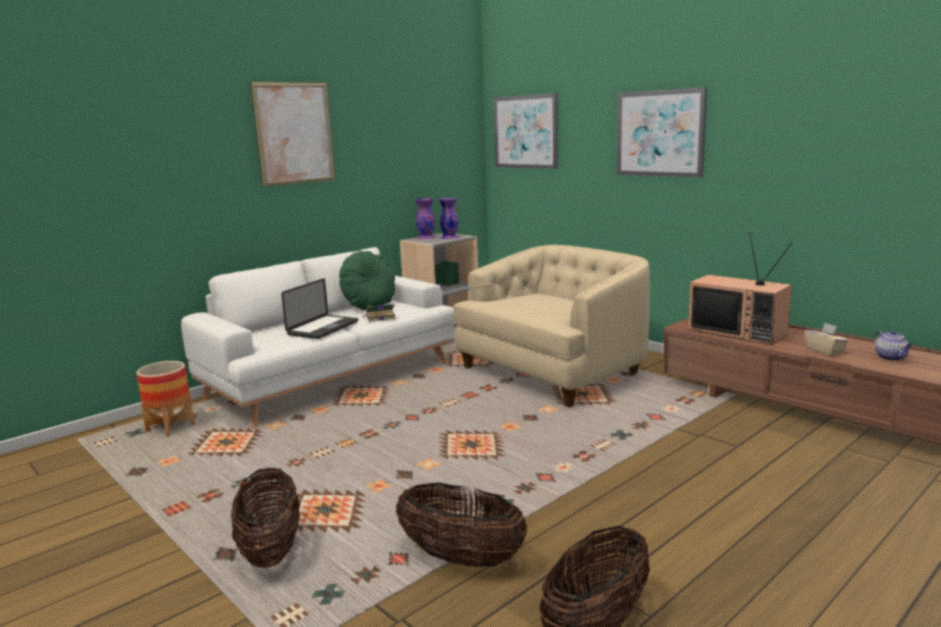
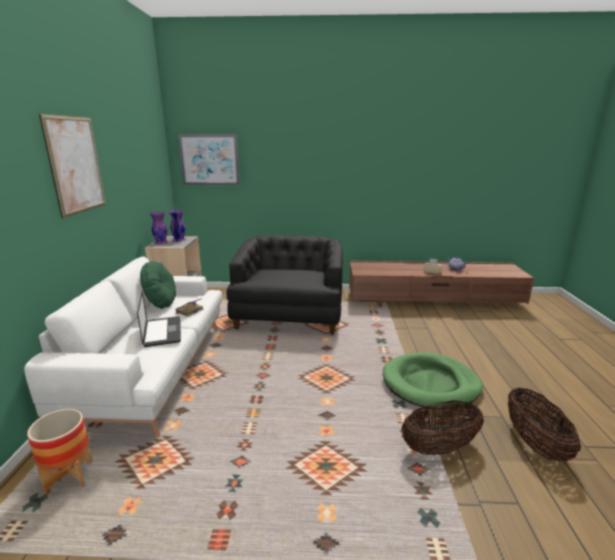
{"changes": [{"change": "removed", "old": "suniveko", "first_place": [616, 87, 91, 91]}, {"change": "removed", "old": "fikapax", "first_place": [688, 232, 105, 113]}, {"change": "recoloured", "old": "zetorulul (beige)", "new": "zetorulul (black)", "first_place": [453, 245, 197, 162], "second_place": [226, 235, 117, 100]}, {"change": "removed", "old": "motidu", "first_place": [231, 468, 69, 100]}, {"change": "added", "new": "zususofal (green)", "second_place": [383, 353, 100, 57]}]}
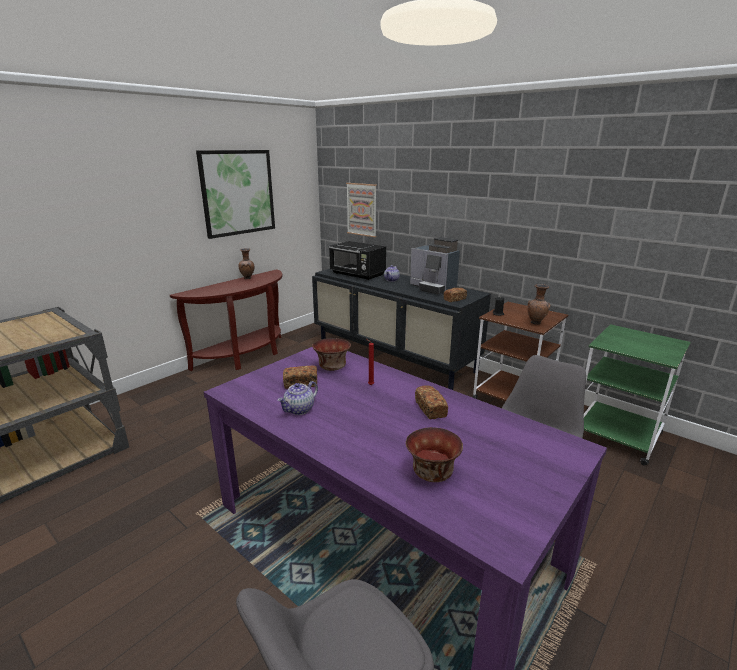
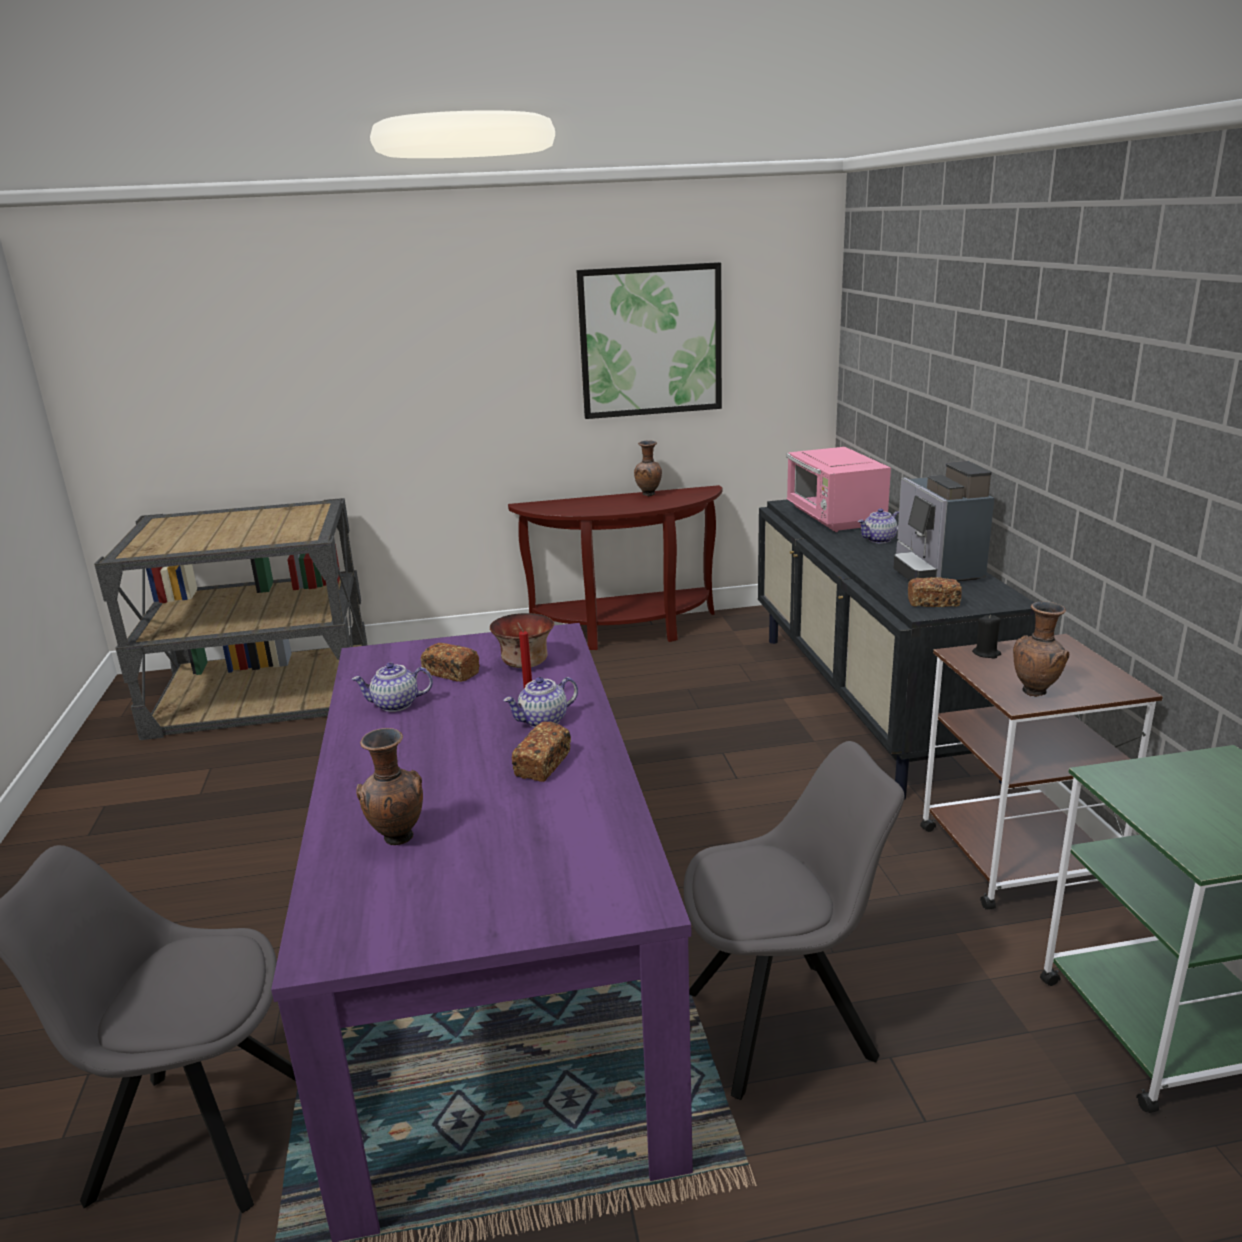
{"changes": [{"change": "removed", "old": "suniveko", "first_place": [346, 183, 31, 54]}, {"change": "recoloured", "old": "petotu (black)", "new": "petotu (pink)", "first_place": [329, 241, 57, 39], "second_place": [786, 447, 105, 85]}, {"change": "replaced", "old": "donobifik", "new": "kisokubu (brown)", "first_place": [406, 427, 57, 55], "second_place": [356, 728, 67, 117]}, {"change": "added", "new": "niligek", "second_place": [504, 677, 74, 50]}]}
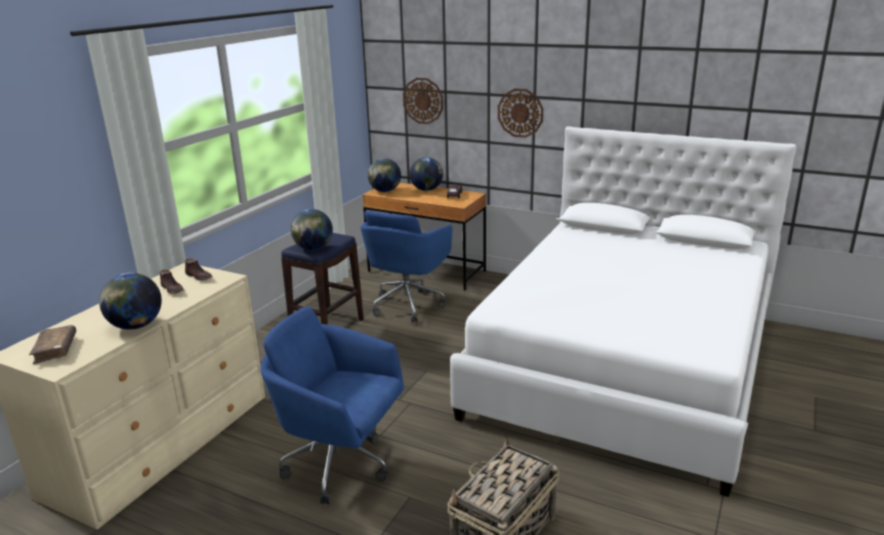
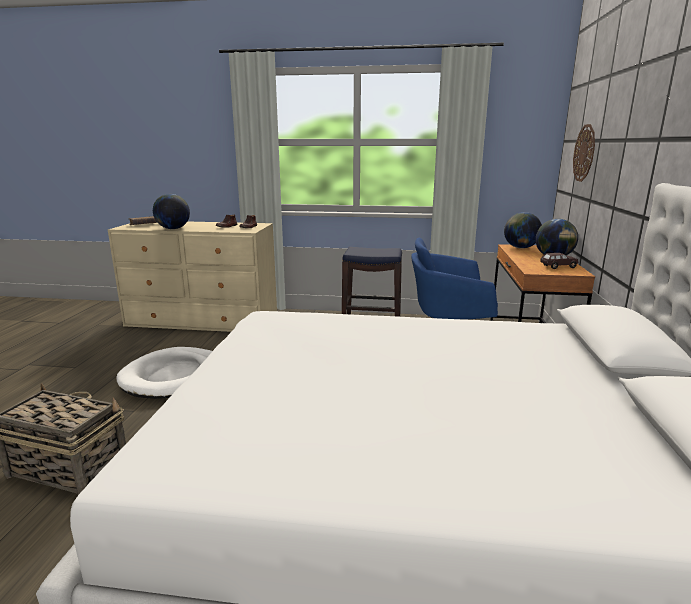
{"changes": [{"change": "removed", "old": "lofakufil", "first_place": [498, 89, 45, 49]}, {"change": "removed", "old": "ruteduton", "first_place": [291, 209, 42, 41]}, {"change": "replaced", "old": "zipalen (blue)", "new": "zususofal (white)", "first_place": [260, 307, 144, 197], "second_place": [116, 347, 96, 52]}]}
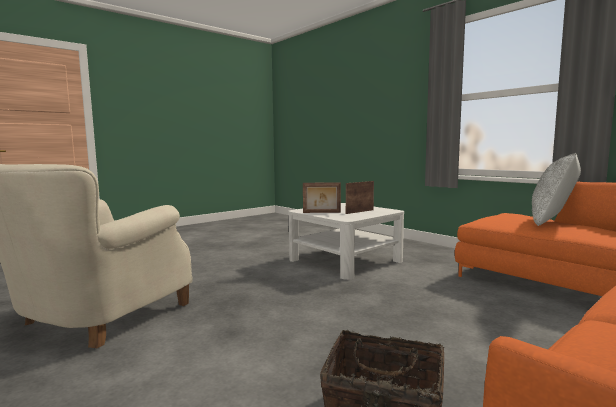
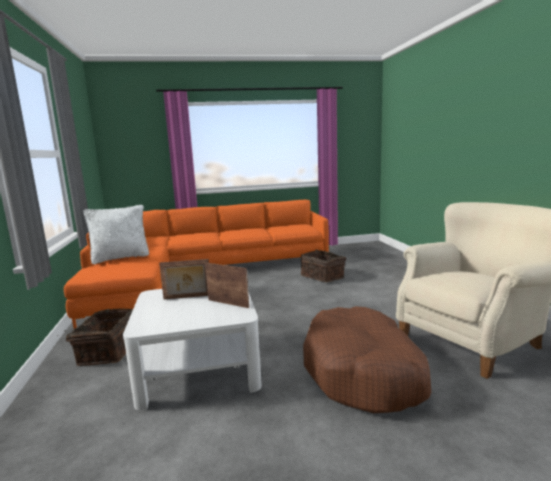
{"changes": [{"change": "added", "new": "zususofal (brown)", "second_place": [303, 306, 129, 107]}, {"change": "added", "new": "motidu", "second_place": [57, 308, 76, 58]}]}
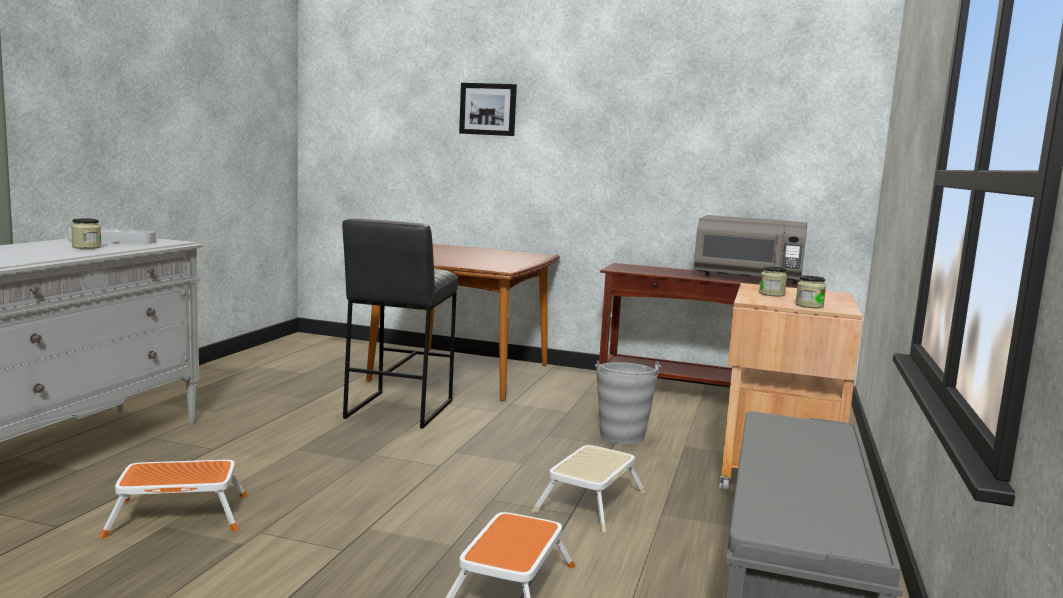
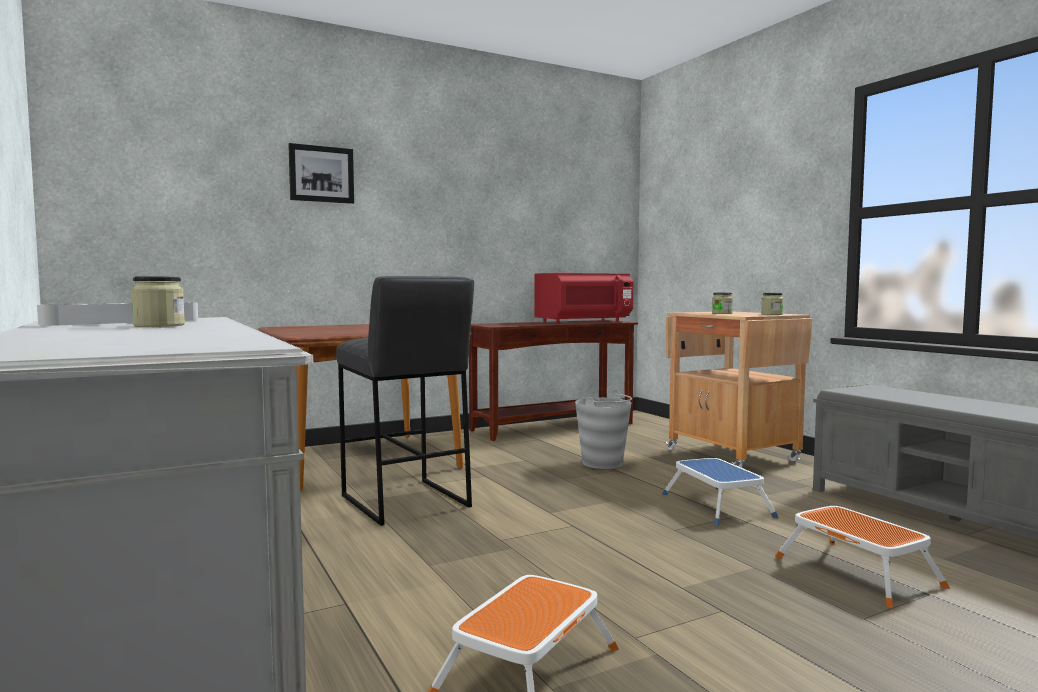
{"changes": [{"change": "recoloured", "old": "petotu (grey)", "new": "petotu (red)", "first_place": [694, 215, 113, 69], "second_place": [534, 273, 99, 50]}, {"change": "recoloured", "old": "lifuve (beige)", "new": "lifuve (blue)", "first_place": [532, 445, 114, 88], "second_place": [662, 458, 117, 68]}]}
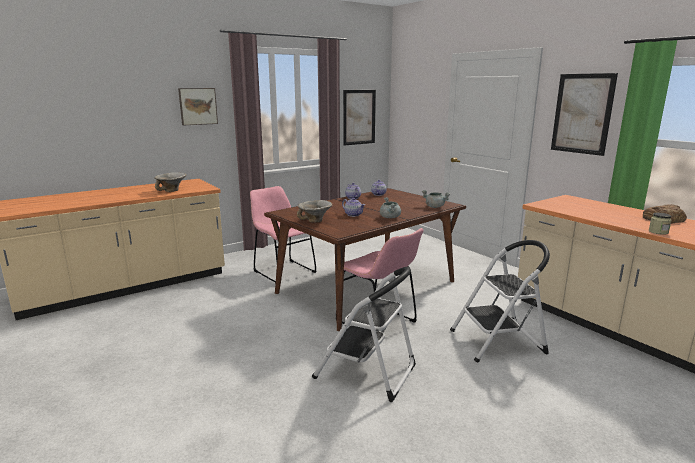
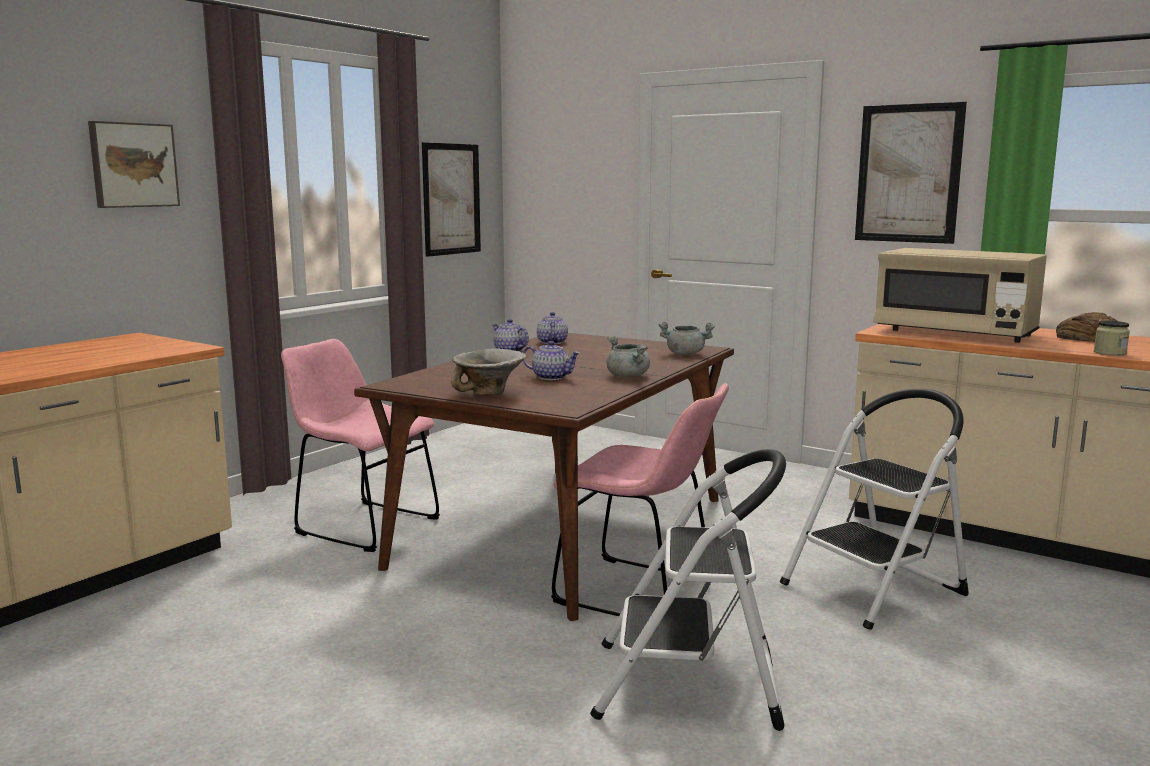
{"changes": [{"change": "removed", "old": "donobifik", "first_place": [154, 172, 32, 20]}, {"change": "added", "new": "petotu (beige)", "second_place": [874, 248, 173, 95]}]}
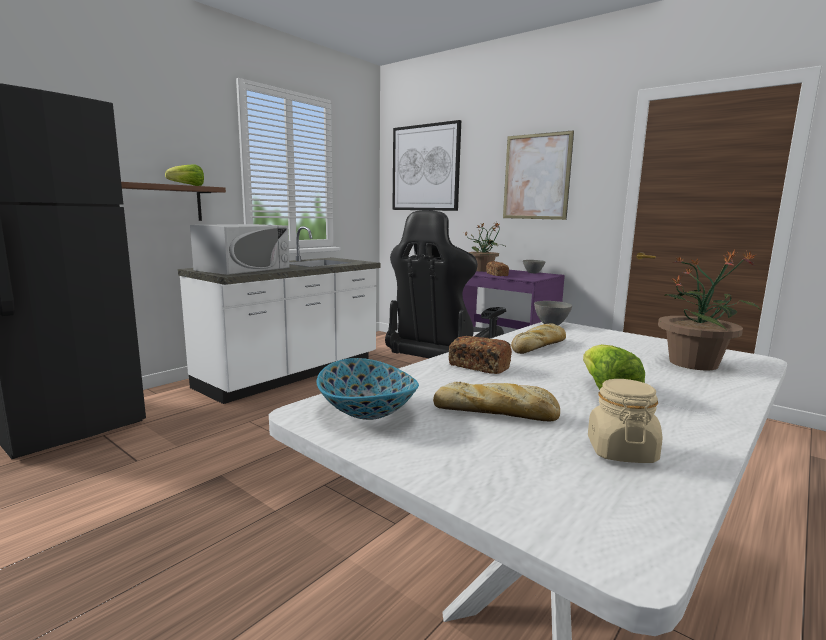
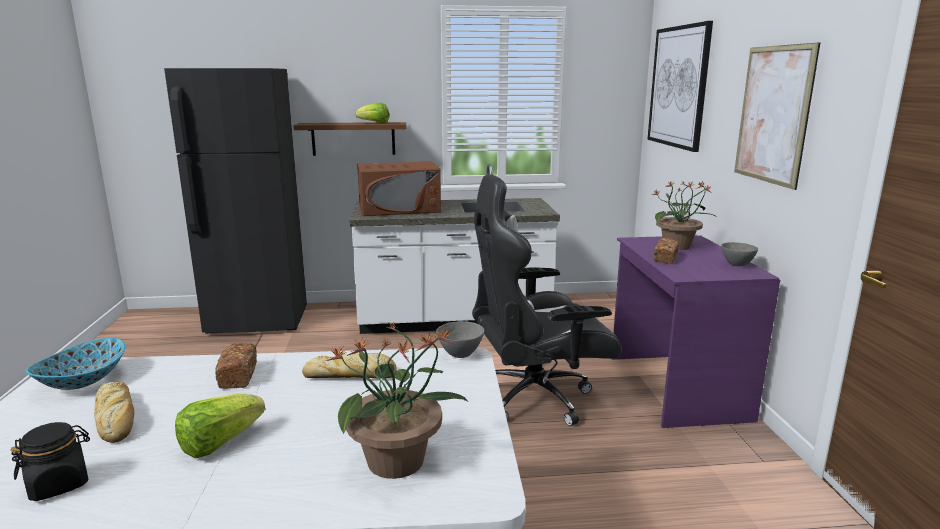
{"changes": [{"change": "recoloured", "old": "petotu (white)", "new": "petotu (brown)", "first_place": [190, 224, 100, 51], "second_place": [357, 161, 84, 55]}, {"change": "recoloured", "old": "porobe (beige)", "new": "porobe (black)", "first_place": [588, 379, 74, 84], "second_place": [10, 422, 80, 79]}]}
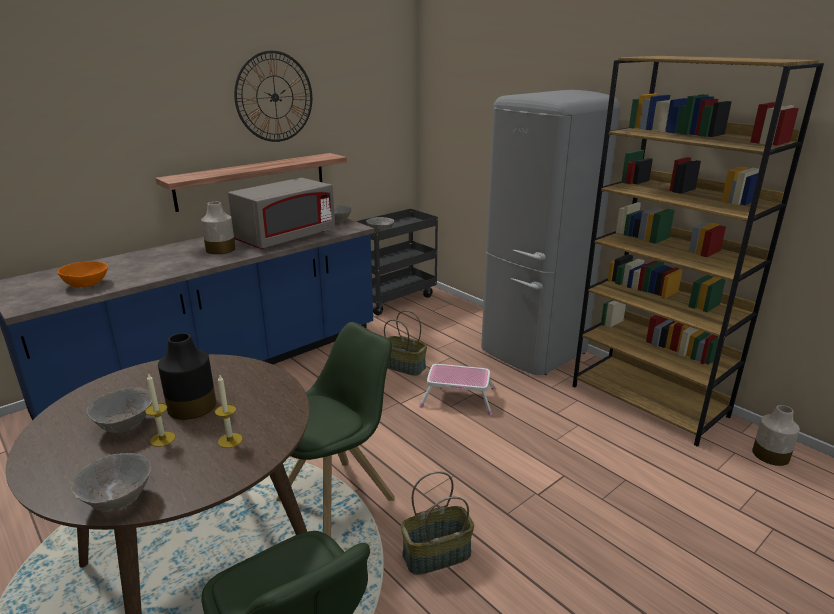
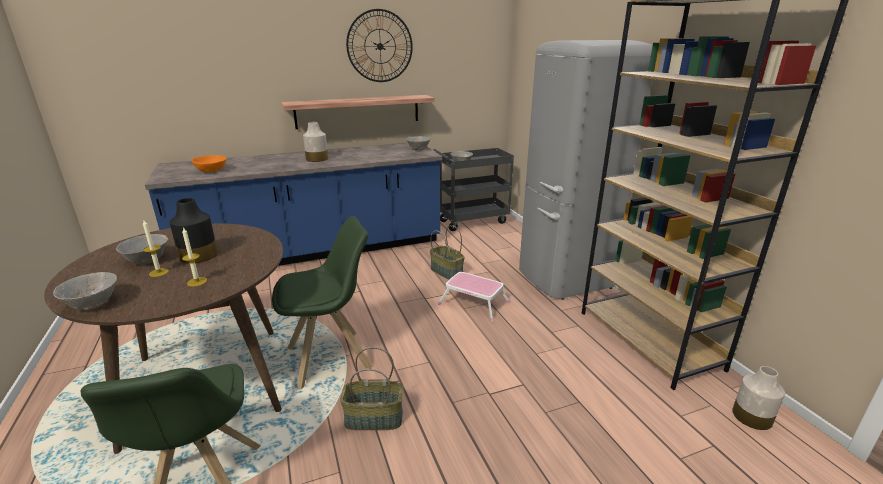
{"changes": [{"change": "removed", "old": "petotu (grey)", "first_place": [228, 178, 107, 71]}]}
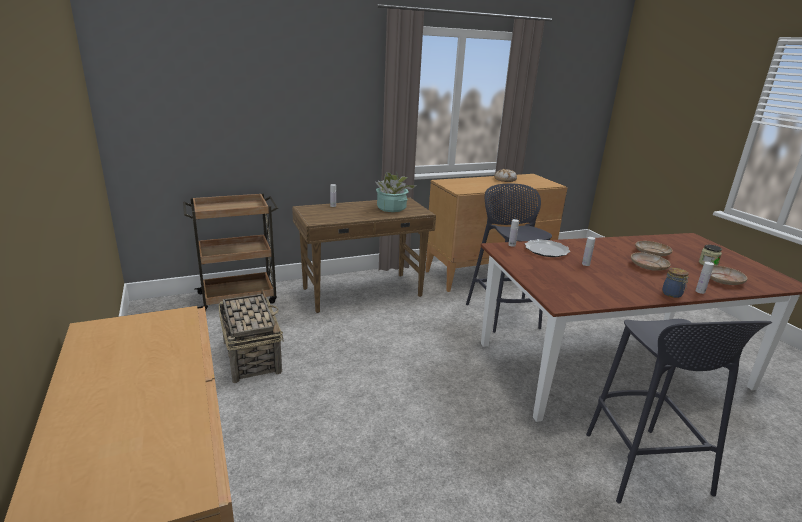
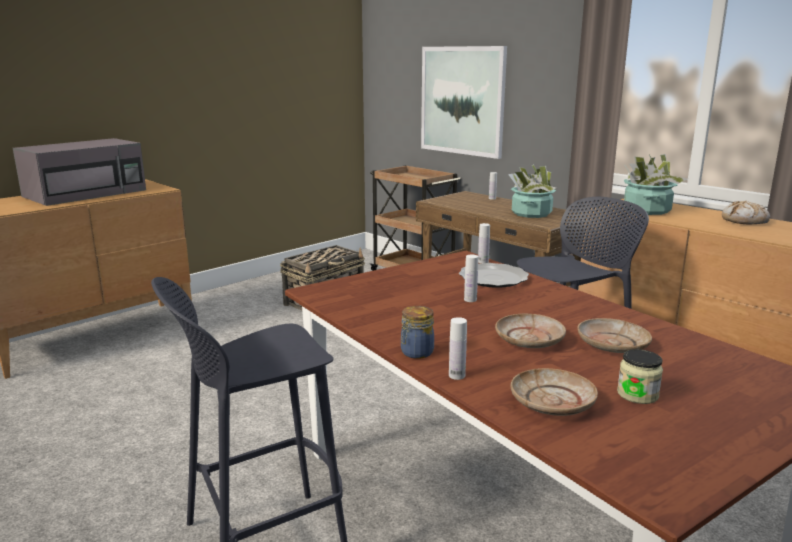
{"changes": [{"change": "added", "new": "suniveko", "second_place": [421, 46, 86, 113]}, {"change": "added", "new": "petotu (grey)", "second_place": [13, 138, 133, 68]}, {"change": "added", "new": "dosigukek", "second_place": [624, 154, 64, 61]}]}
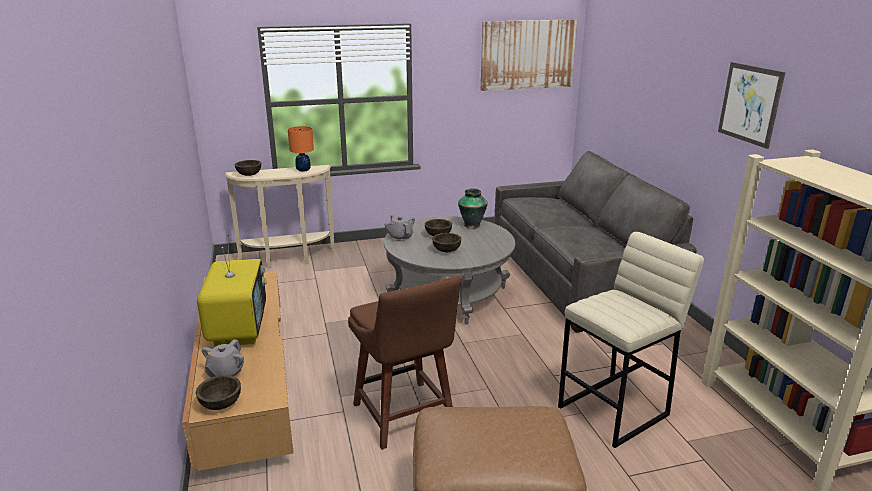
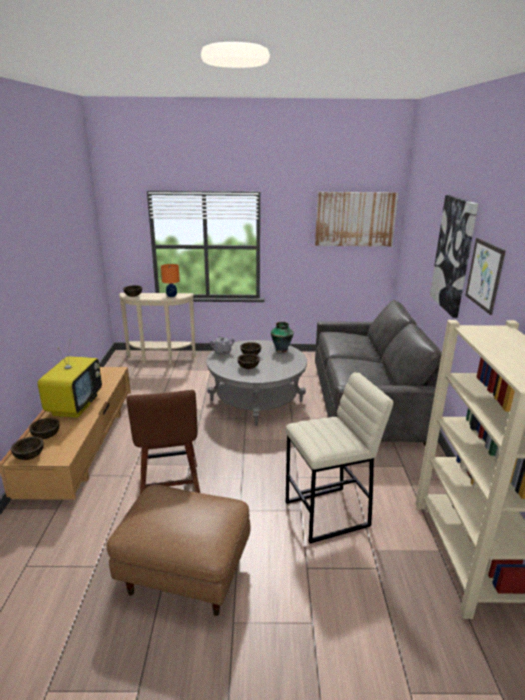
{"changes": [{"change": "replaced", "old": "niligek (grey)", "new": "donobifik (brown)", "first_place": [202, 339, 42, 39], "second_place": [29, 418, 30, 21]}, {"change": "added", "new": "suniveko", "second_place": [430, 195, 48, 123]}]}
